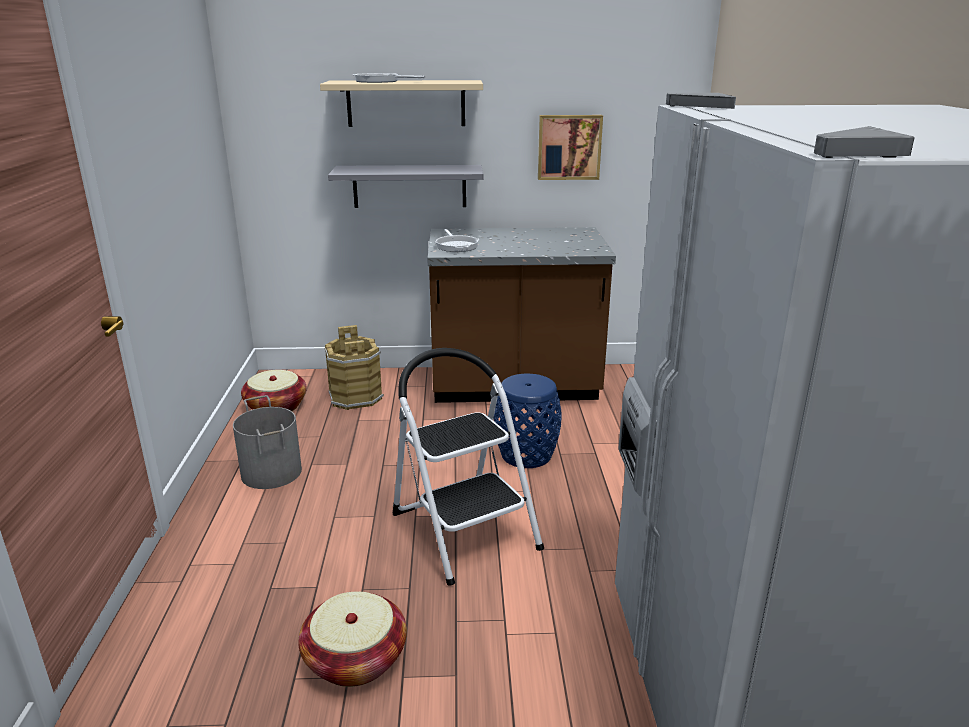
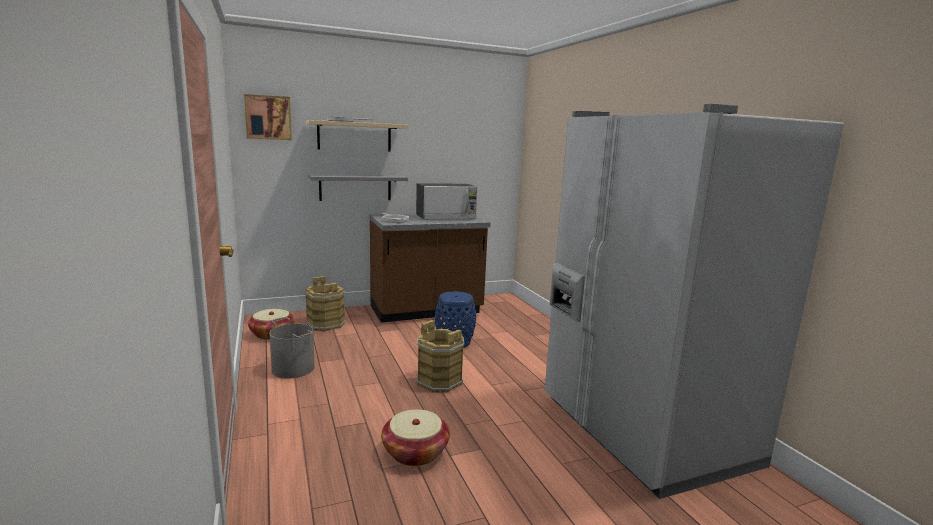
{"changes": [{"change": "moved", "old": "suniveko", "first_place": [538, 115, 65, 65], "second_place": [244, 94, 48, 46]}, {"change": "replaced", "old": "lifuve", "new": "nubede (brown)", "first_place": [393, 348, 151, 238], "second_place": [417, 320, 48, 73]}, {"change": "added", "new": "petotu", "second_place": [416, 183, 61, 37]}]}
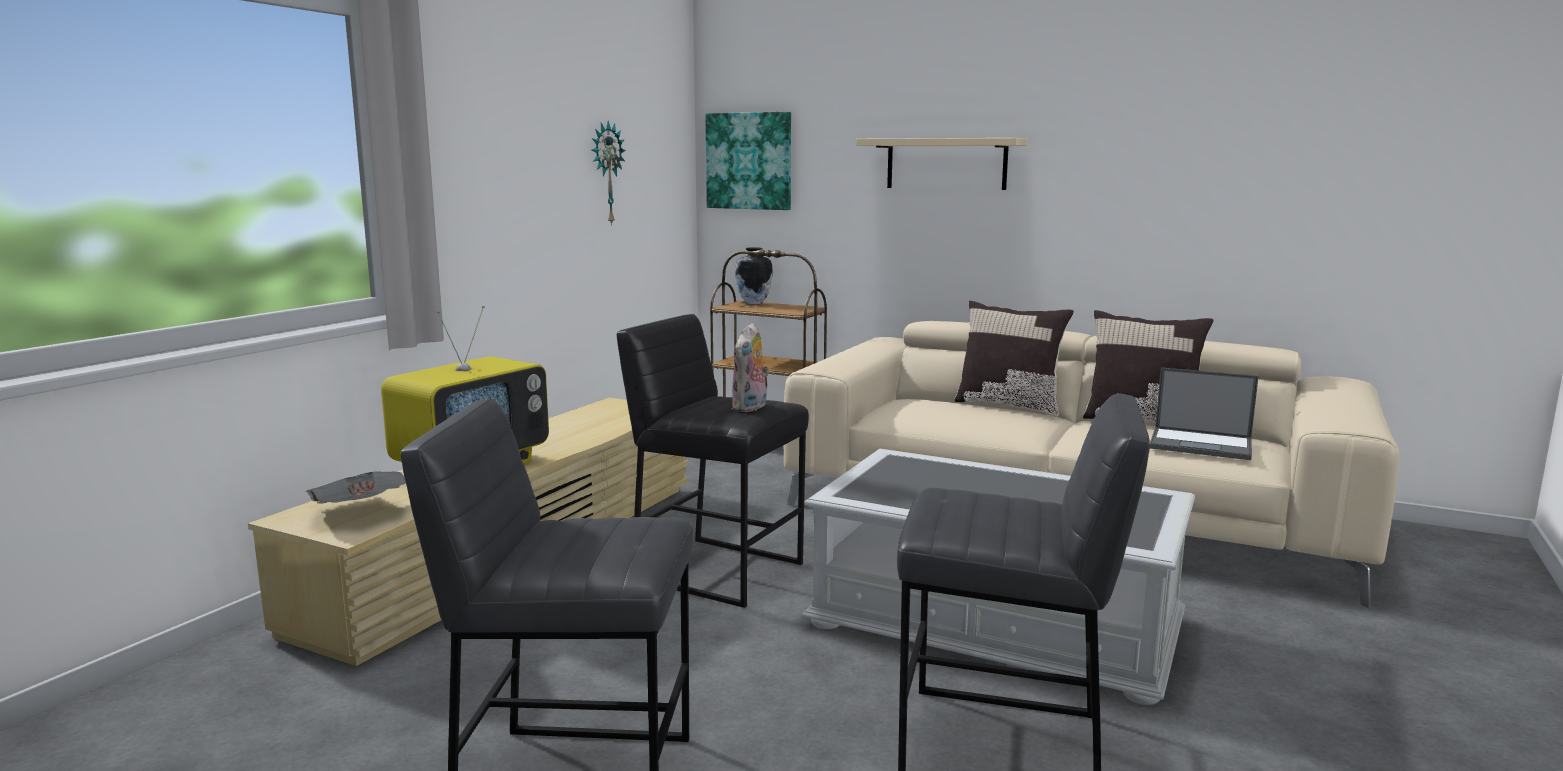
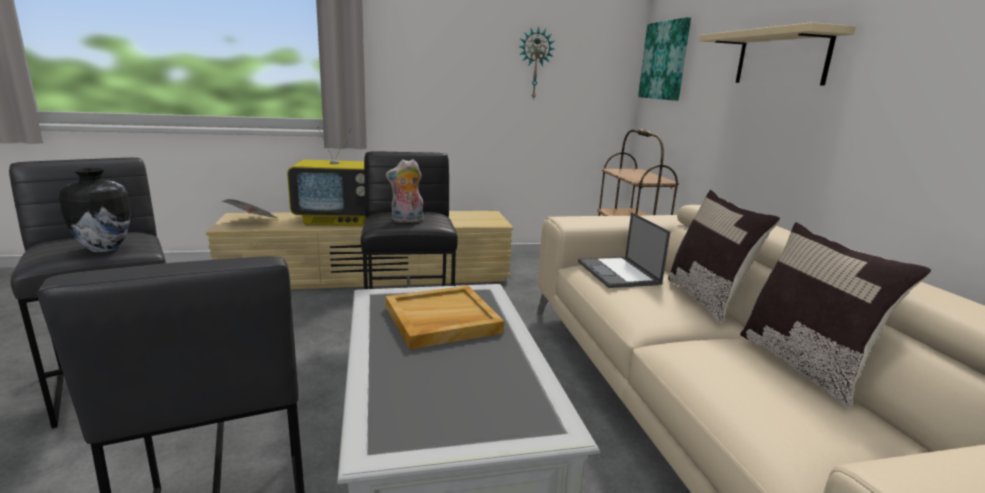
{"changes": [{"change": "moved", "old": "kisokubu", "first_place": [735, 247, 38, 58], "second_place": [59, 168, 71, 84]}, {"change": "moved", "old": "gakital", "first_place": [1150, 368, 109, 92], "second_place": [578, 212, 92, 76]}, {"change": "added", "new": "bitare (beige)", "second_place": [386, 286, 118, 63]}]}
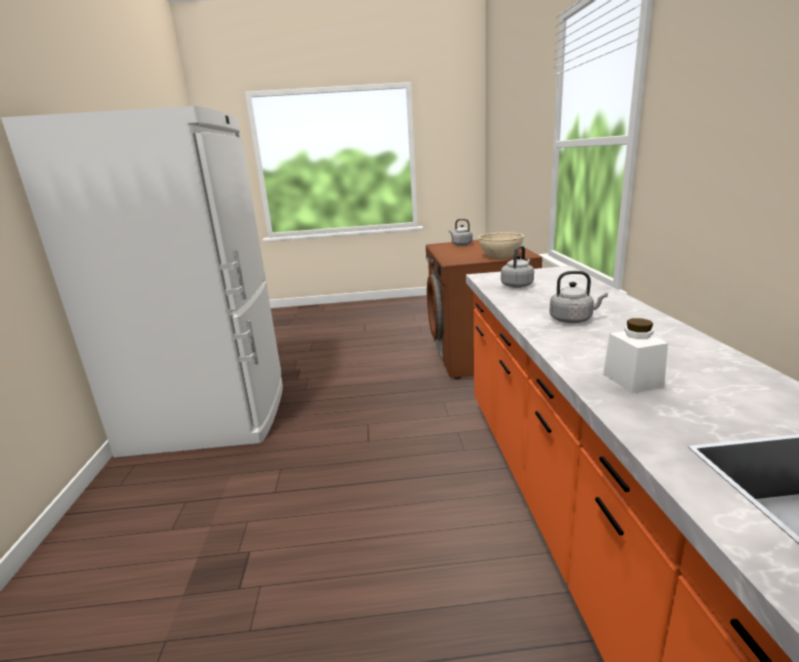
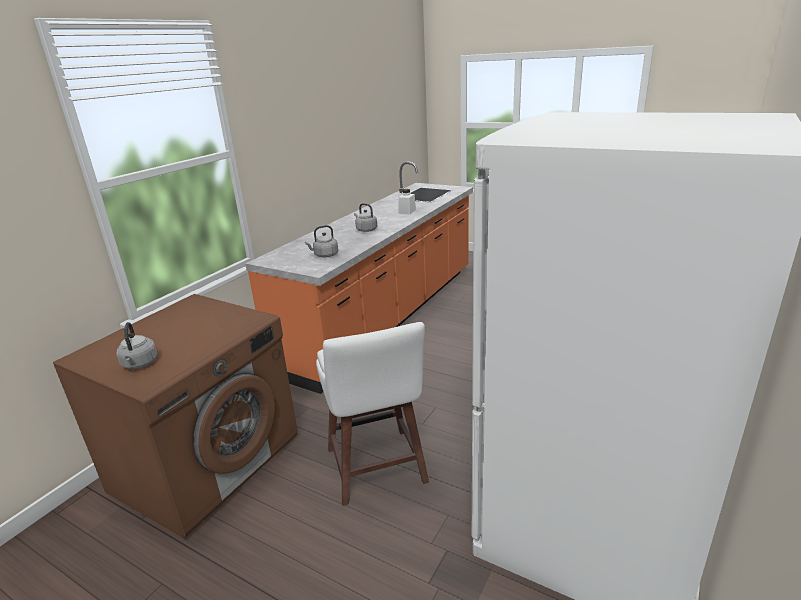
{"changes": [{"change": "removed", "old": "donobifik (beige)", "first_place": [478, 232, 46, 27]}, {"change": "added", "new": "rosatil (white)", "second_place": [316, 322, 113, 184]}]}
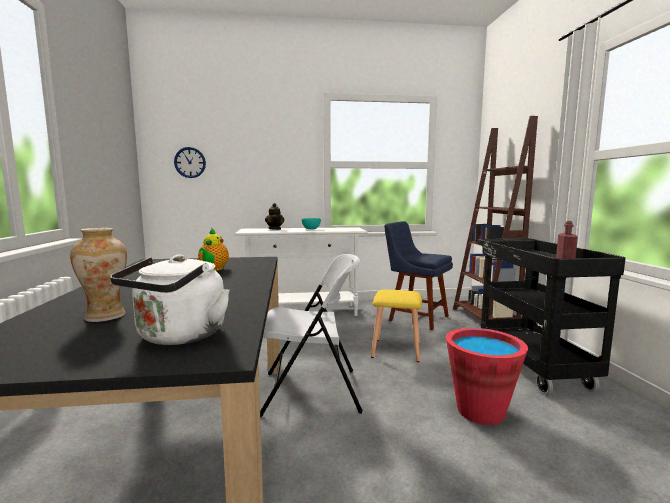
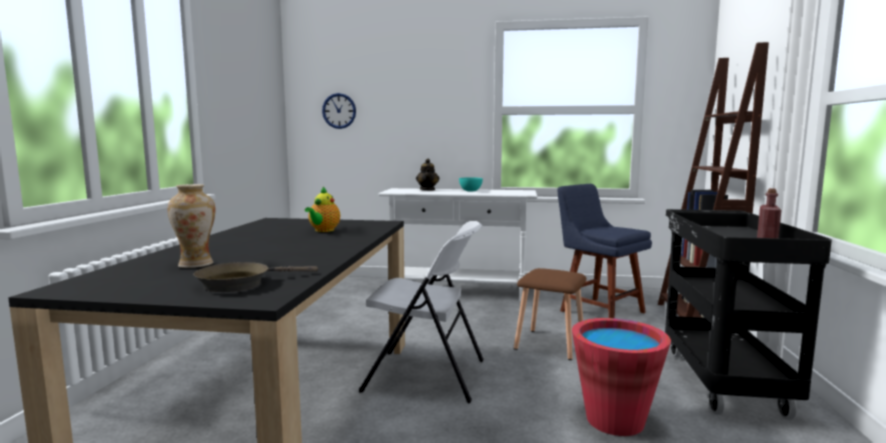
{"changes": [{"change": "replaced", "old": "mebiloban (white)", "new": "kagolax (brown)", "first_place": [110, 255, 120, 90], "second_place": [193, 262, 125, 30]}, {"change": "recoloured", "old": "rosatil (yellow)", "new": "rosatil (brown)", "first_place": [371, 290, 51, 72], "second_place": [514, 268, 73, 92]}]}
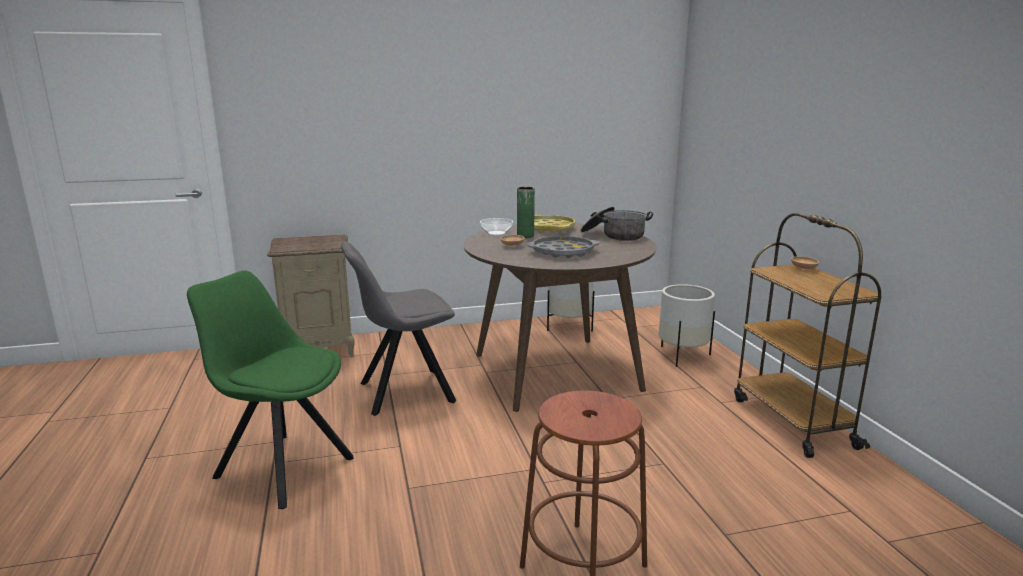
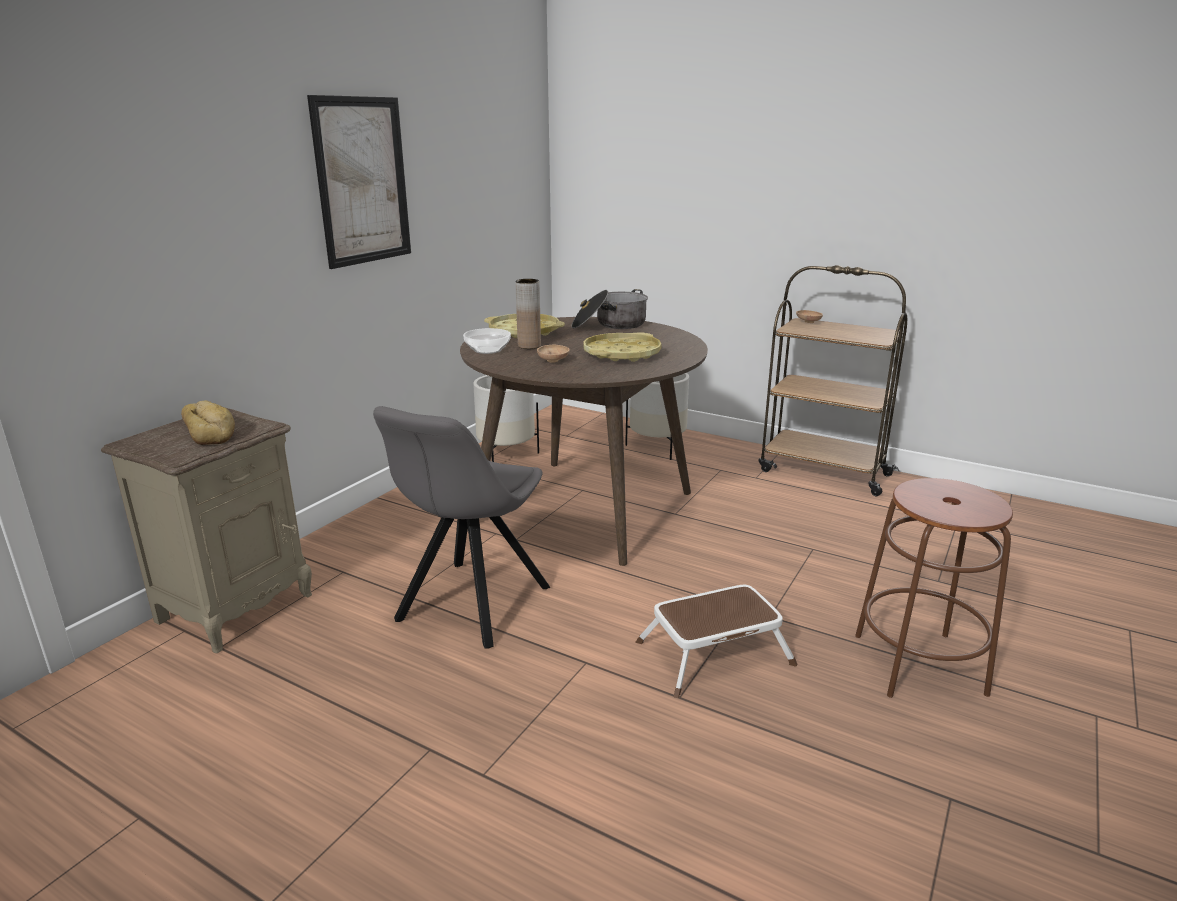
{"changes": [{"change": "recoloured", "old": "kisokubu (green)", "new": "kisokubu (brown)", "first_place": [517, 187, 18, 51], "second_place": [515, 279, 26, 70]}, {"change": "recoloured", "old": "bitare (grey)", "new": "bitare (yellow)", "first_place": [527, 236, 72, 22], "second_place": [583, 332, 78, 30]}, {"change": "removed", "old": "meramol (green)", "first_place": [187, 271, 167, 238]}, {"change": "added", "new": "suniveko", "second_place": [307, 95, 104, 174]}, {"change": "added", "new": "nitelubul", "second_place": [181, 400, 54, 45]}, {"change": "added", "new": "lifuve (brown)", "second_place": [635, 585, 162, 113]}]}
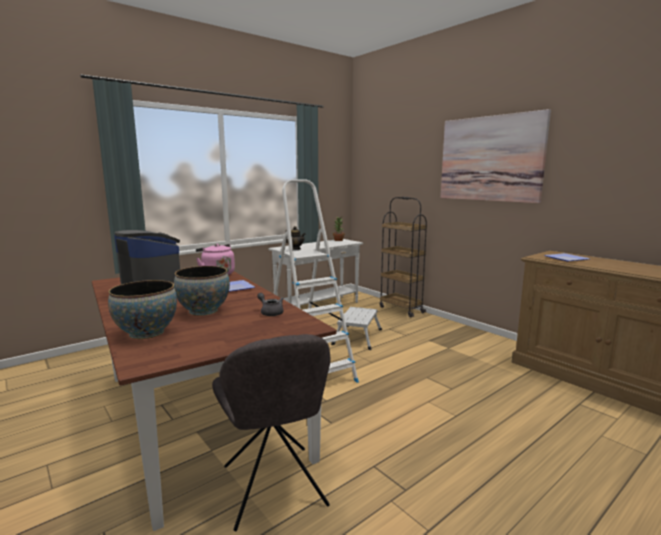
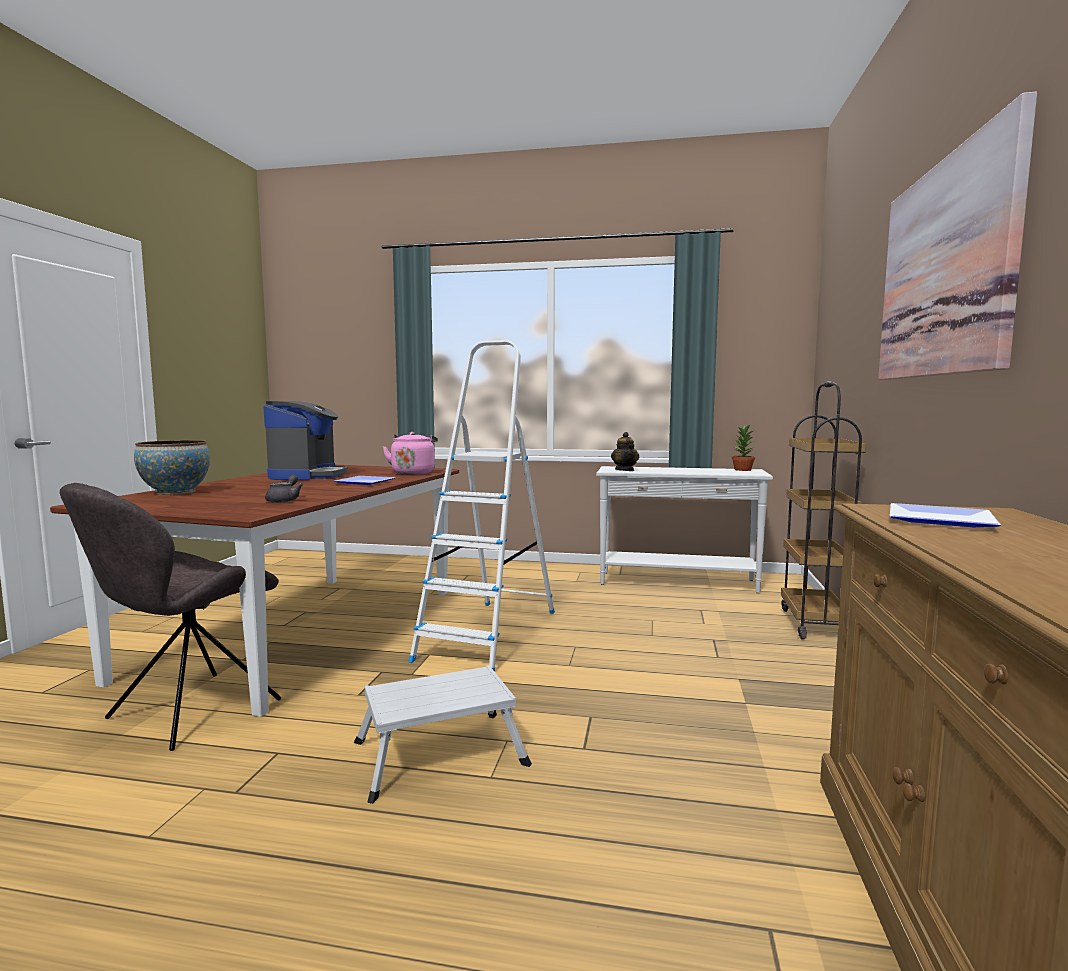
{"changes": [{"change": "removed", "old": "donobifik", "first_place": [174, 266, 56, 50]}, {"change": "moved", "old": "lifuve (white)", "first_place": [331, 307, 51, 43], "second_place": [354, 665, 178, 139]}]}
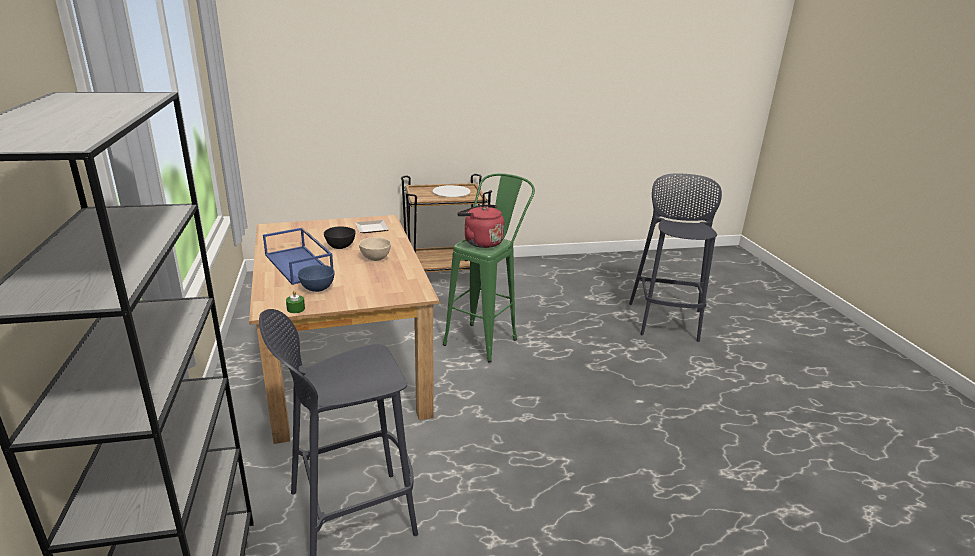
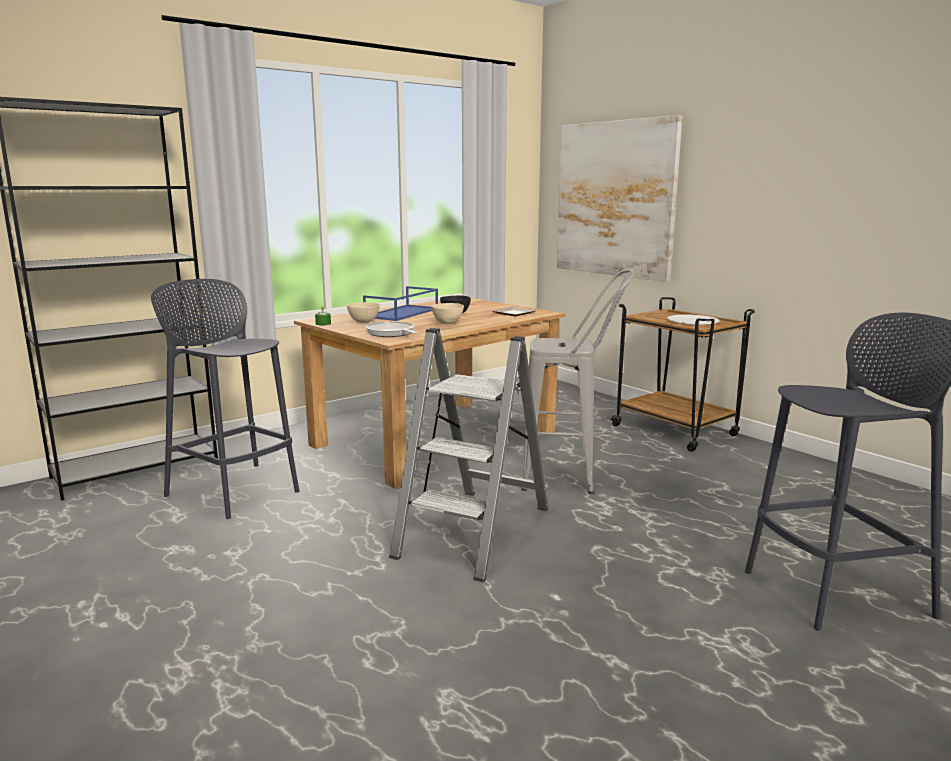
{"changes": [{"change": "recoloured", "old": "rosatil (green)", "new": "rosatil (grey)", "first_place": [443, 173, 92, 190], "second_place": [522, 269, 112, 225]}, {"change": "removed", "old": "mebiloban (red)", "first_place": [457, 205, 47, 43]}, {"change": "recoloured", "old": "donobifik (blue)", "new": "donobifik (beige)", "first_place": [298, 265, 37, 27], "second_place": [347, 302, 33, 21]}, {"change": "added", "new": "suniveko", "second_place": [557, 115, 125, 167]}, {"change": "added", "new": "kagolax", "second_place": [366, 322, 52, 15]}, {"change": "added", "new": "lifuve (grey)", "second_place": [389, 328, 159, 254]}]}
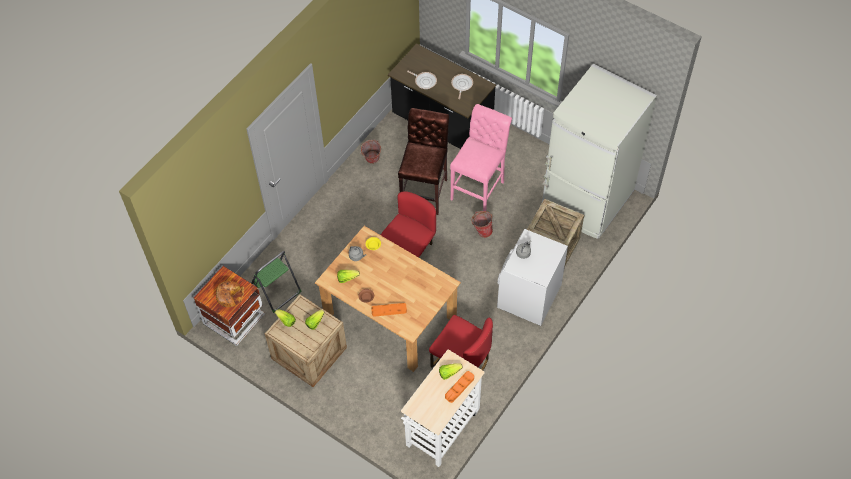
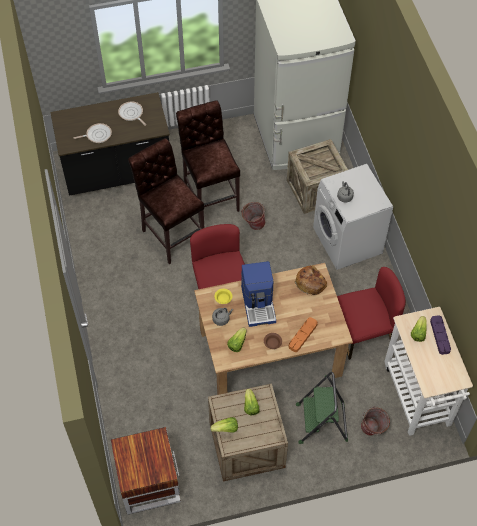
{"changes": [{"change": "recoloured", "old": "rosatil (pink)", "new": "rosatil (brown)", "first_place": [450, 104, 62, 107], "second_place": [176, 100, 64, 123]}, {"change": "moved", "old": "nubede", "first_place": [360, 139, 21, 25], "second_place": [361, 406, 29, 29]}, {"change": "moved", "old": "lifuve (green)", "first_place": [251, 251, 51, 62], "second_place": [296, 372, 52, 72]}, {"change": "moved", "old": "nitelubul", "first_place": [216, 281, 28, 26], "second_place": [295, 265, 32, 31]}, {"change": "recoloured", "old": "bitare (orange)", "new": "bitare (purple)", "first_place": [445, 371, 29, 32], "second_place": [430, 315, 21, 40]}, {"change": "added", "new": "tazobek", "second_place": [241, 261, 35, 66]}]}
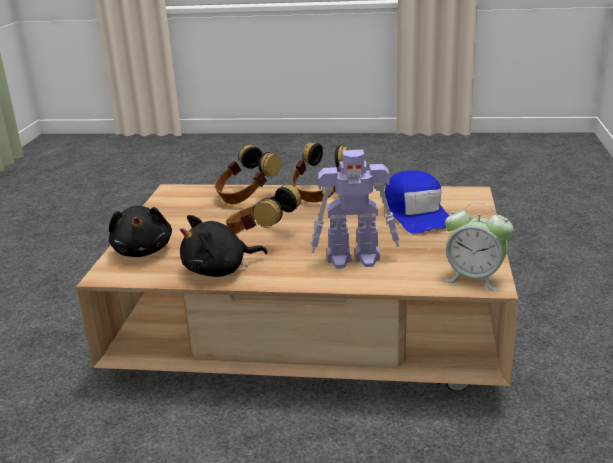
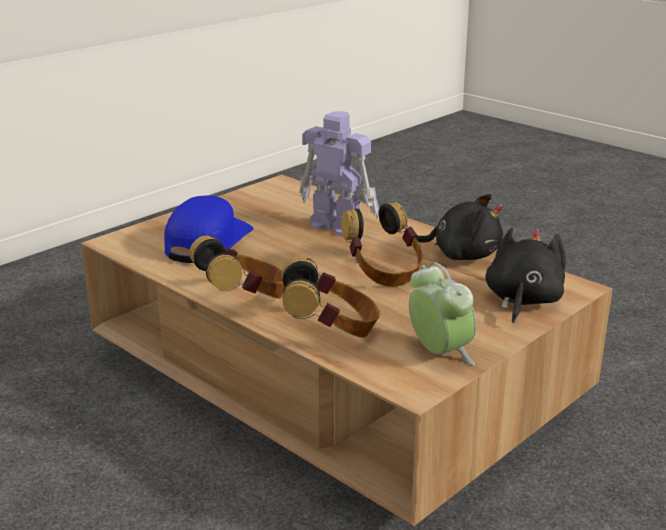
{"changes": [{"change": "moved", "old": "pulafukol", "first_place": [444, 202, 69, 89], "second_place": [409, 262, 67, 103]}]}
